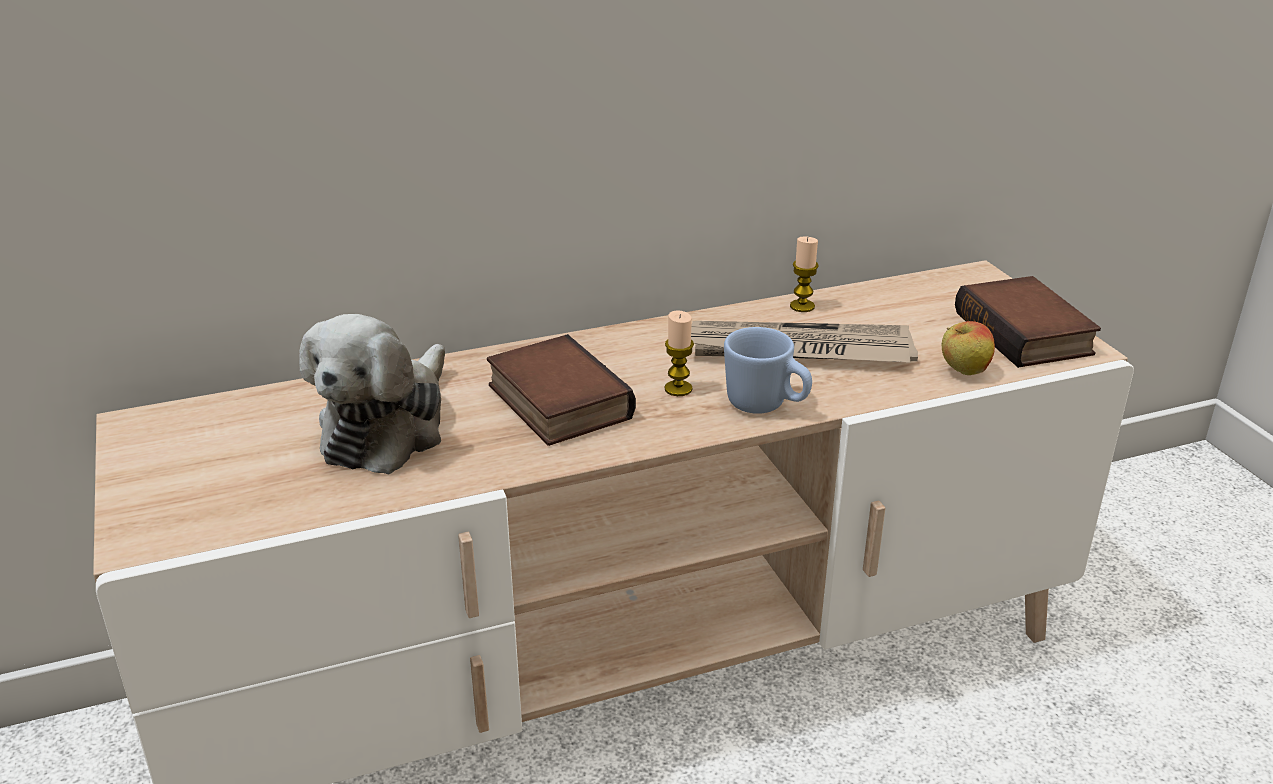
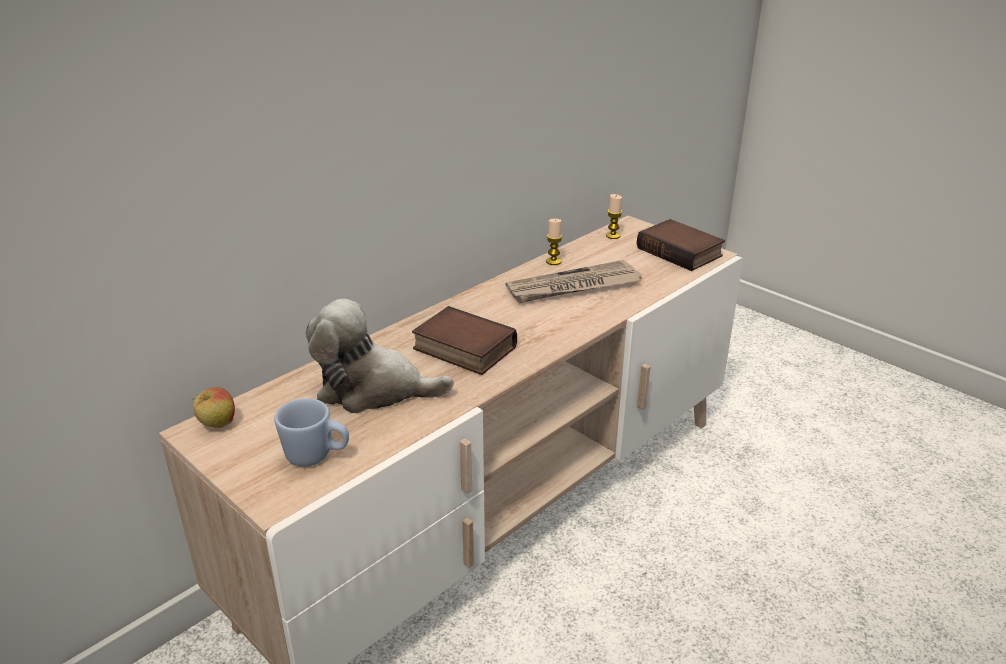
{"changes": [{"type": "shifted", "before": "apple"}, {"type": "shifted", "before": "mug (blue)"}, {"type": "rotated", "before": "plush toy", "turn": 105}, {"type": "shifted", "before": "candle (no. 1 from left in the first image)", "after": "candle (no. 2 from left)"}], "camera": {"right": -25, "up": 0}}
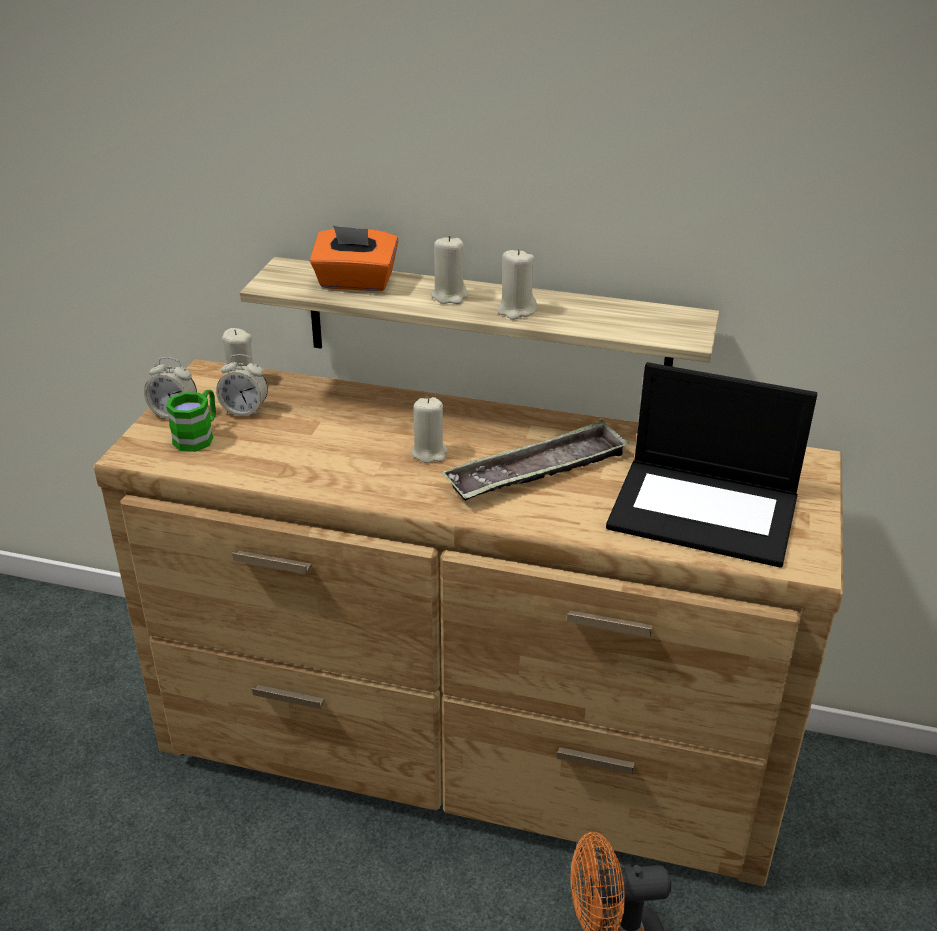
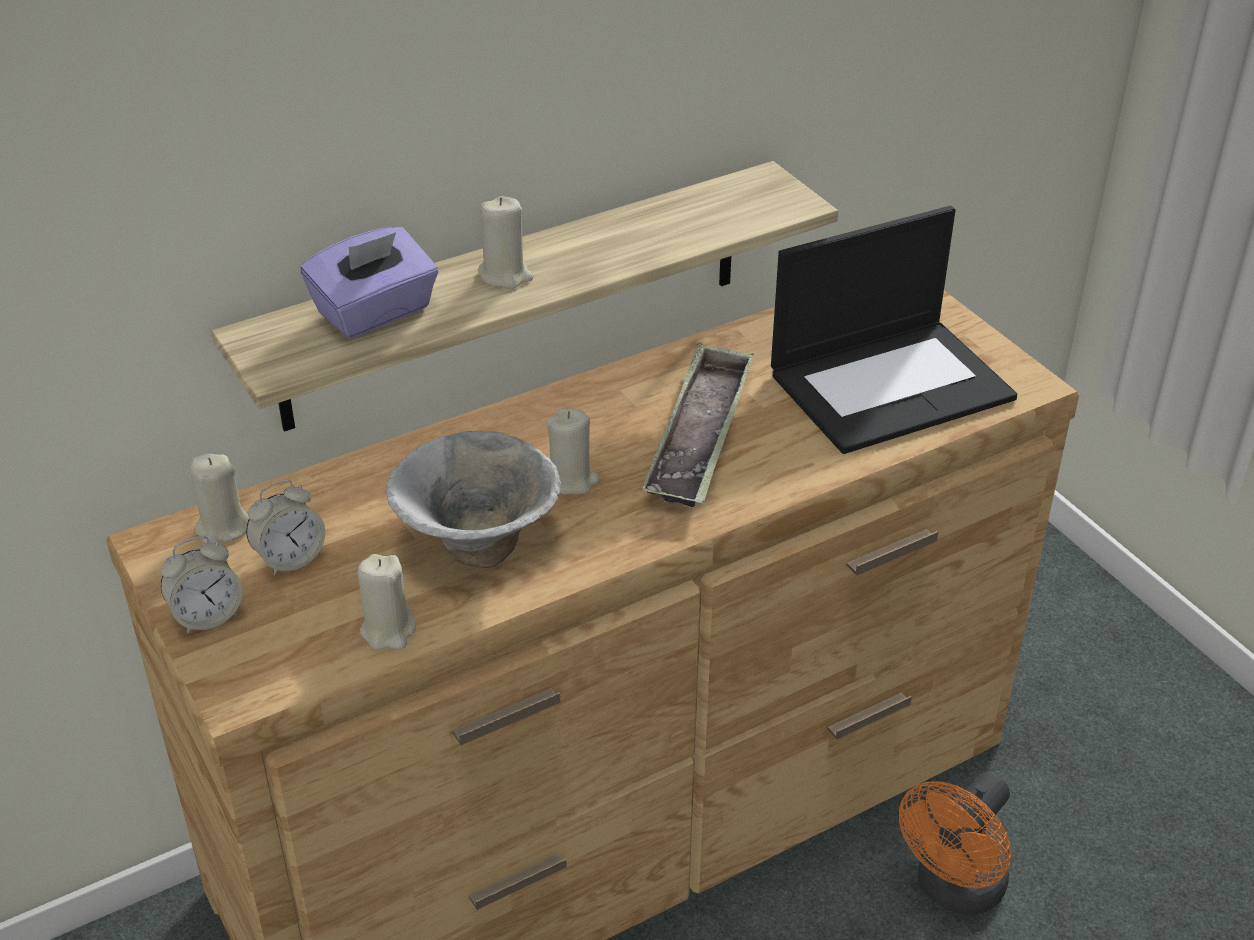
{"changes": [{"type": "repainted", "before": "tissue box (orange)", "after": "tissue box (purple)"}, {"type": "shifted", "before": "candle (beige) (no. 4 from left in the first image)", "after": "candle (beige) (no. 2 from left)"}, {"type": "new", "after": "bowl"}, {"type": "gone", "before": "mug (green)"}], "camera": {"right": -45, "up": 5}}
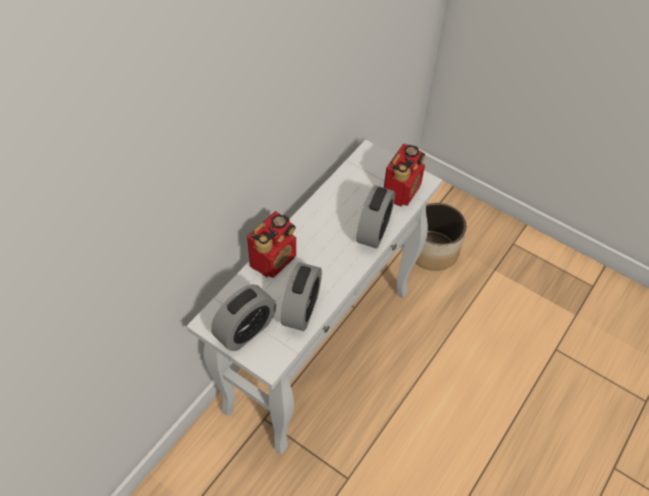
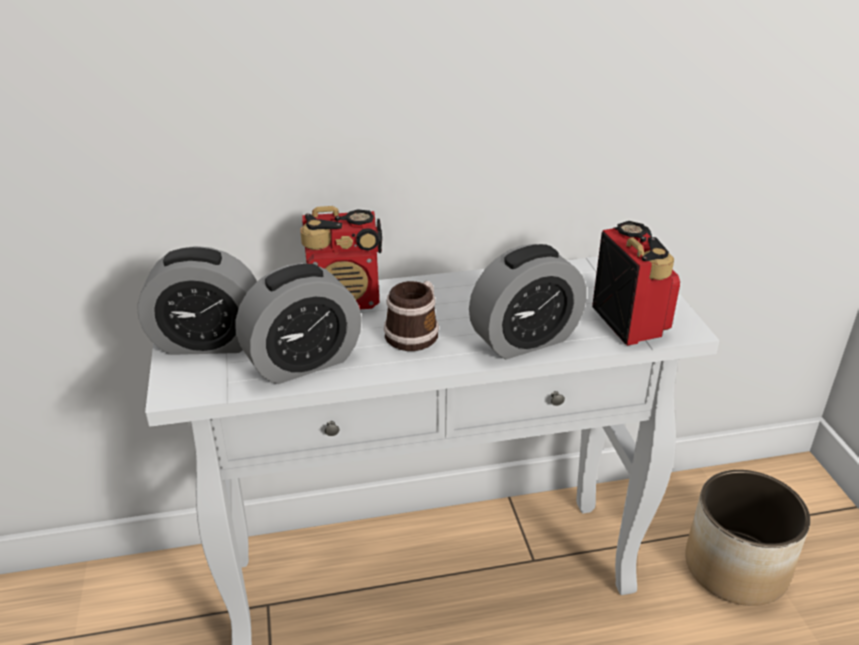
{"changes": [{"type": "new", "after": "mug"}, {"type": "rotated", "before": "radio (no. 2 from left)", "turn": -90}], "camera": {"right": 45, "up": -20}}
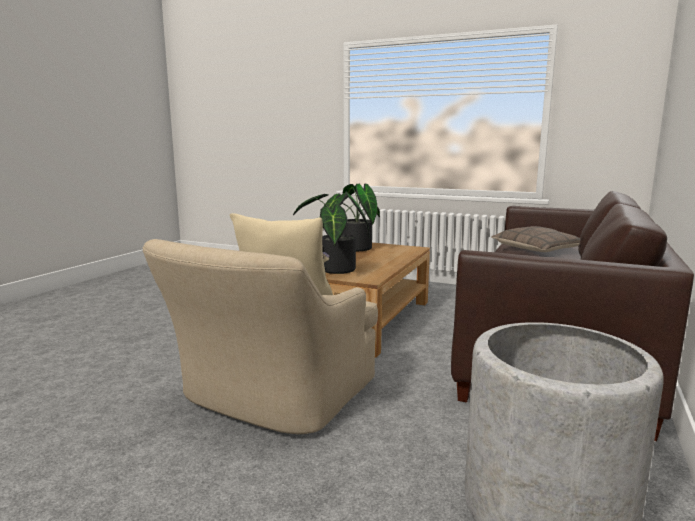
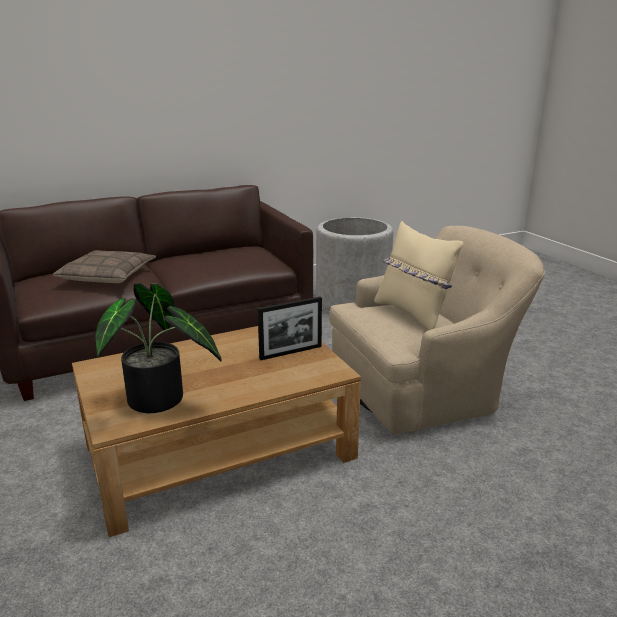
{"changes": [{"type": "swapped", "before": "potted plant (no. 1 from left)", "after": "picture frame"}], "camera": {"right": -140, "up": 10}}
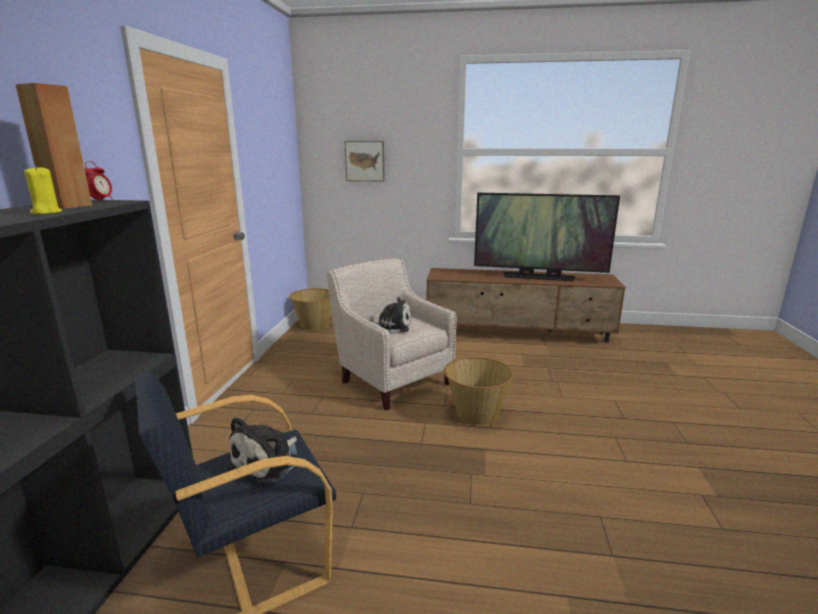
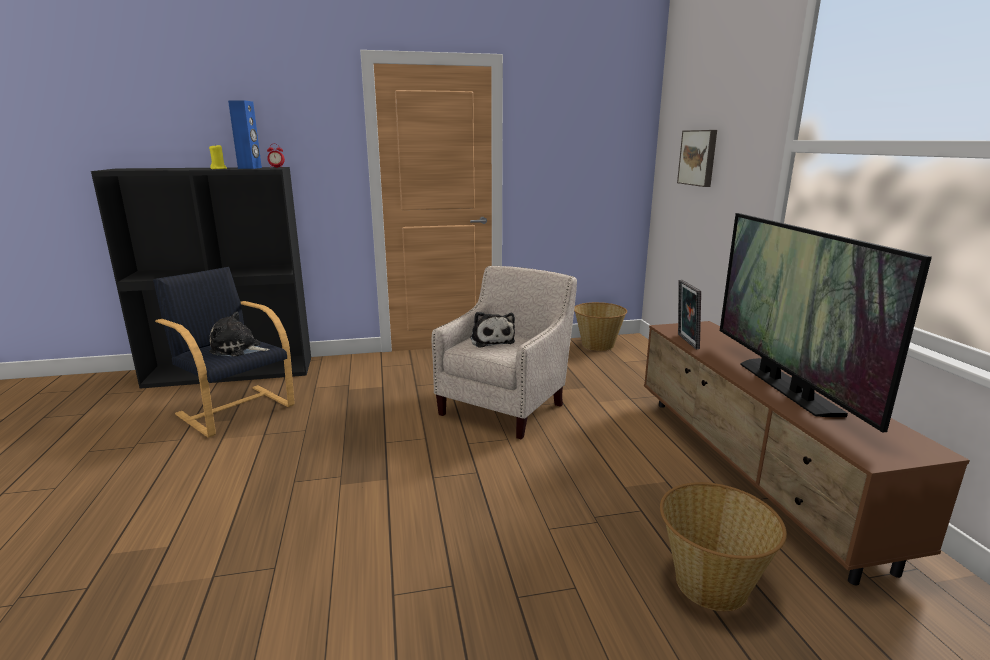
{"changes": [{"type": "repainted", "before": "speaker (brown)", "after": "speaker (blue)"}, {"type": "shifted", "before": "basket (no. 2 from left)"}, {"type": "new", "after": "picture frame"}], "camera": {"right": 70, "up": 0}}
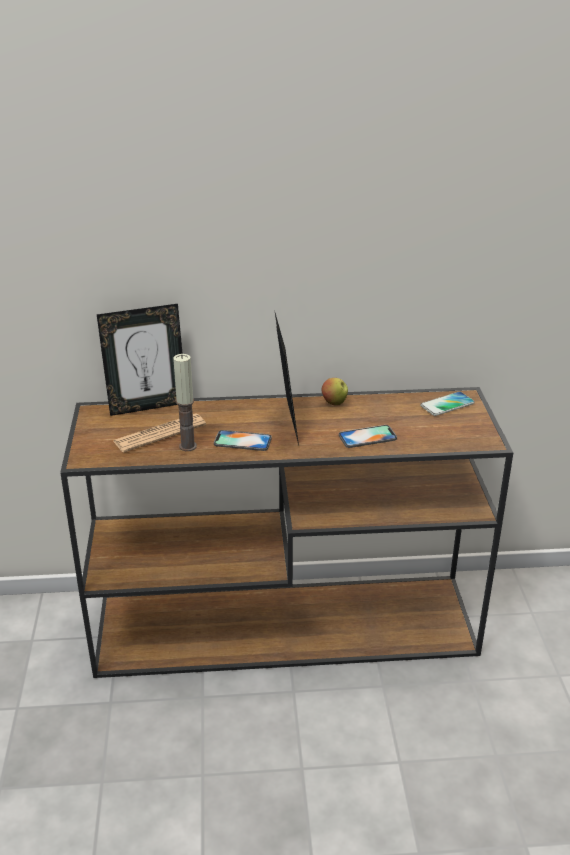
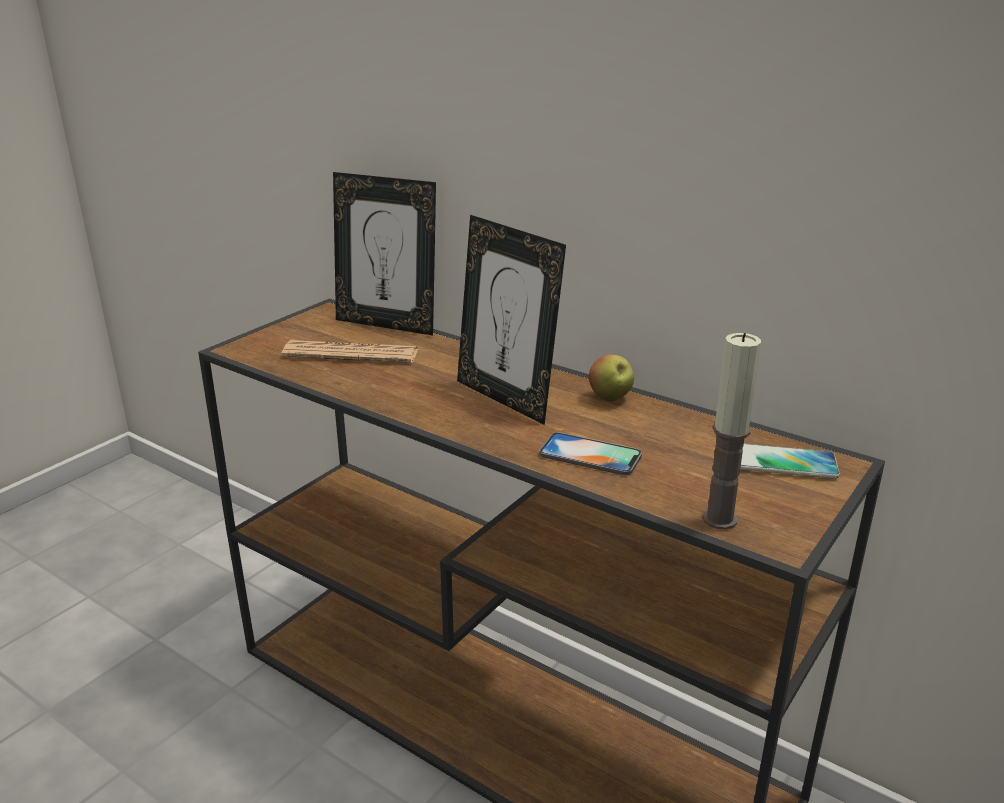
{"changes": [{"type": "rotated", "before": "picture frame (no. 2 from left)", "turn": 105}, {"type": "shifted", "before": "candle"}, {"type": "gone", "before": "phone (no. 1 from left)"}], "camera": {"right": 40, "up": -5}}
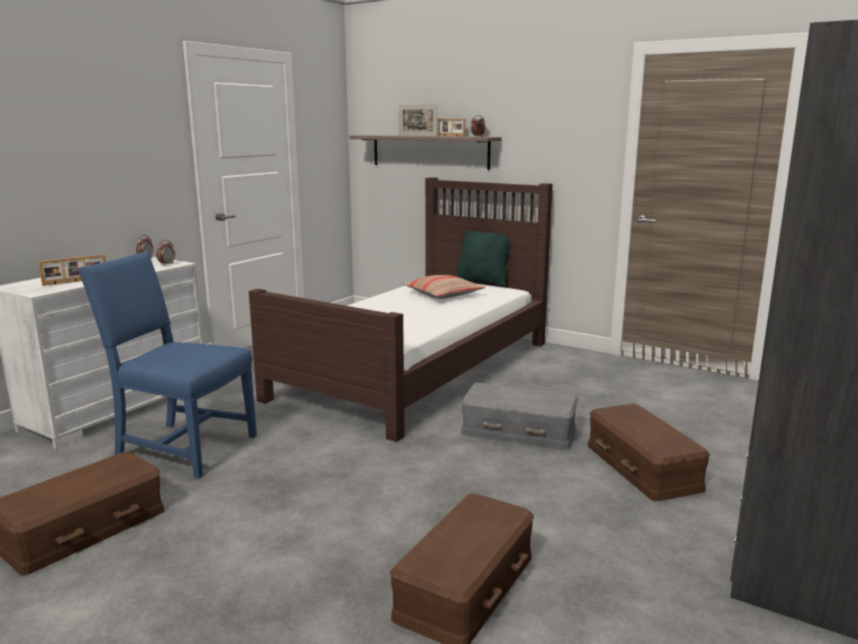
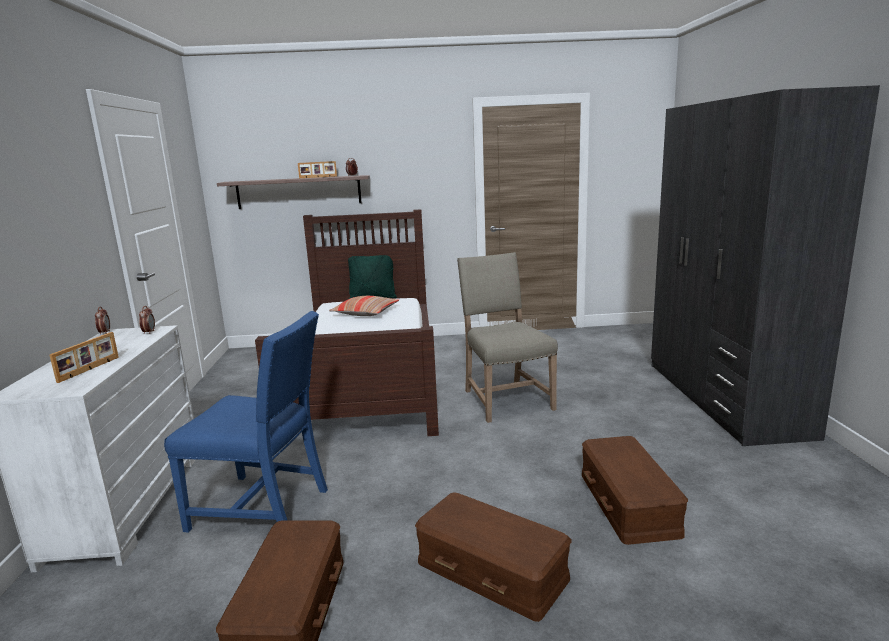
{"changes": [{"type": "rotated", "before": "chair (blue)", "turn": -150}, {"type": "shifted", "before": "storage box (brown) (no. 3 from left in the first image)", "after": "storage box (brown) (no. 2 from left)"}, {"type": "swapped", "before": "storage box (grey)", "after": "chair (beige)"}, {"type": "gone", "before": "picture frame (no. 2 from left)"}], "camera": {"right": -35, "up": 0}}
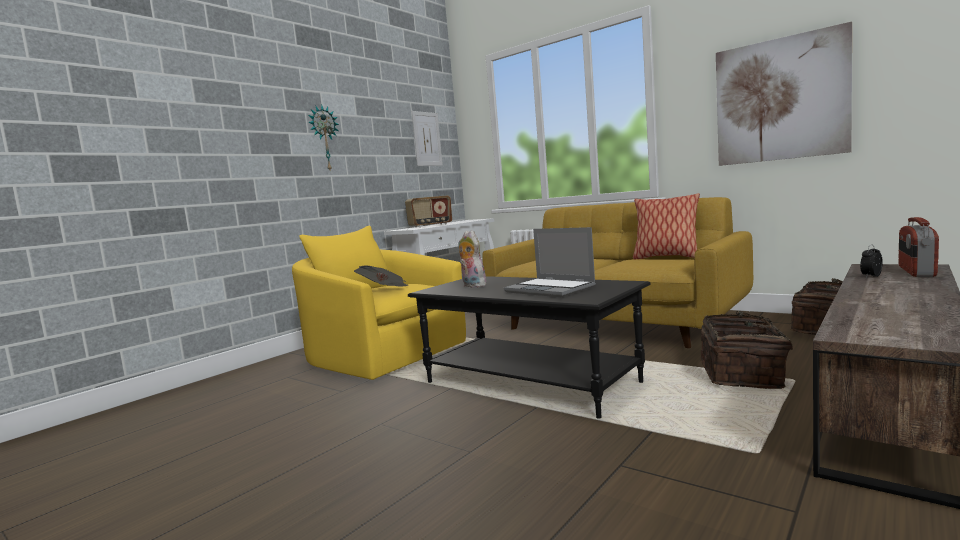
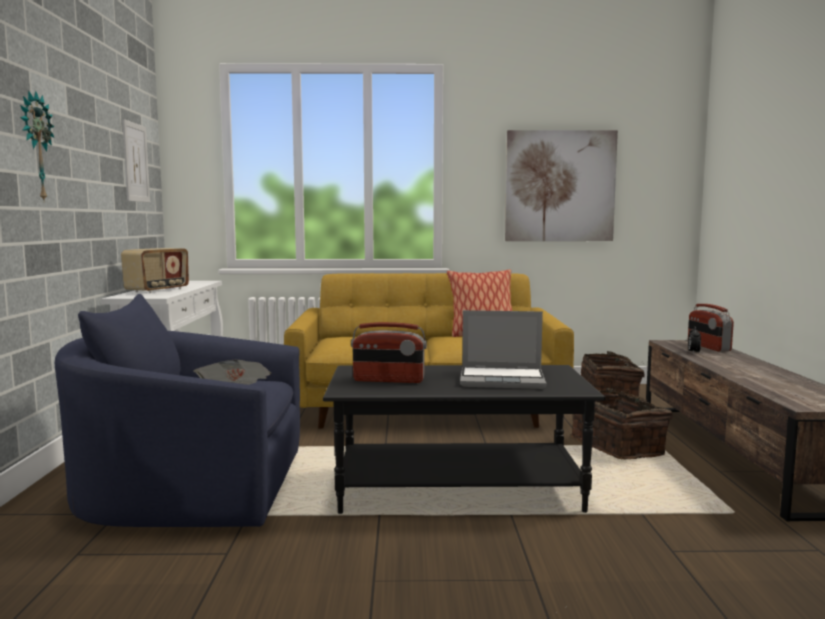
{"changes": [{"type": "repainted", "before": "armchair (yellow)", "after": "armchair (blue)"}, {"type": "swapped", "before": "plush toy", "after": "radio (no. 2 from left)"}], "camera": {"right": -40, "up": 0}}
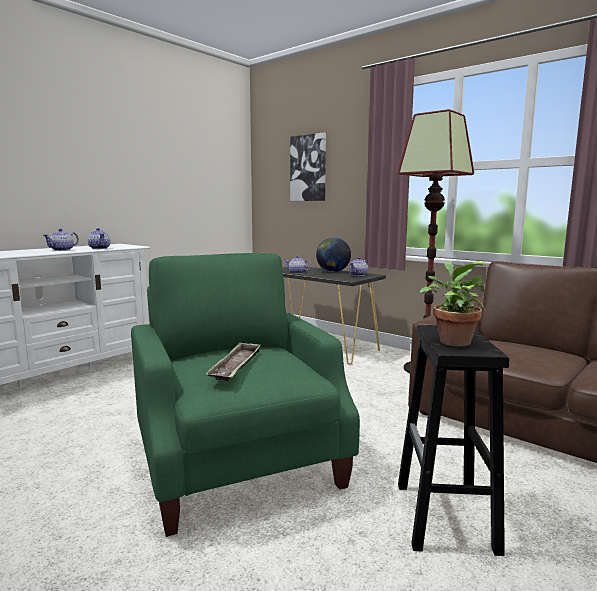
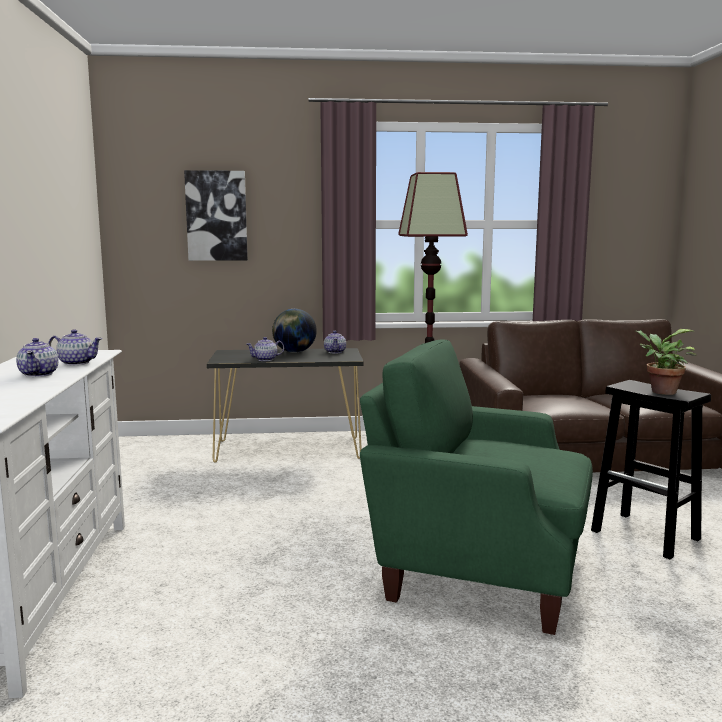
{"changes": [{"type": "gone", "before": "tray"}], "camera": {"right": -45, "up": 0}}
